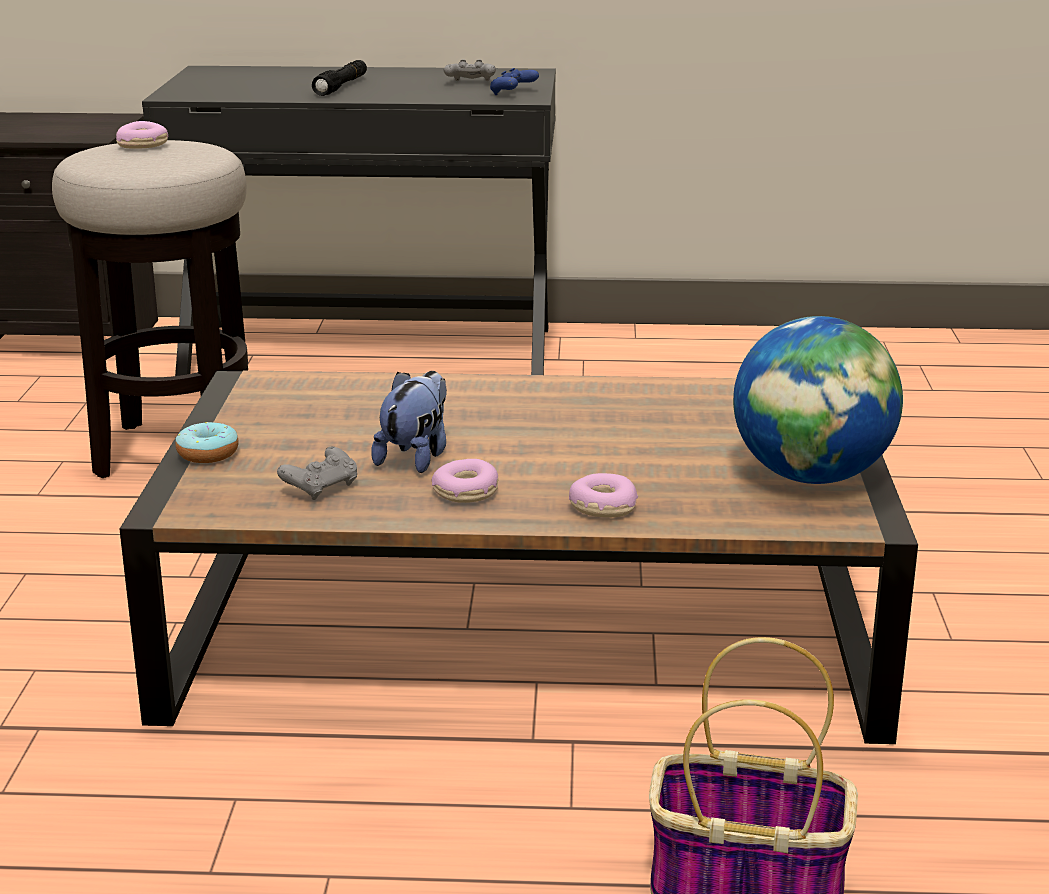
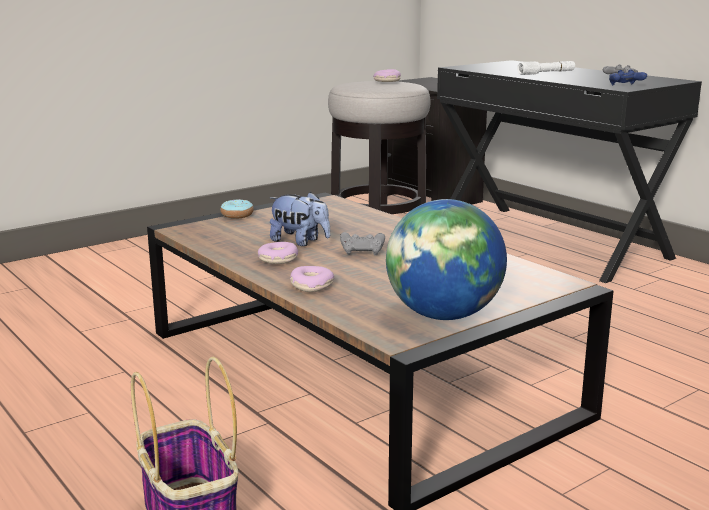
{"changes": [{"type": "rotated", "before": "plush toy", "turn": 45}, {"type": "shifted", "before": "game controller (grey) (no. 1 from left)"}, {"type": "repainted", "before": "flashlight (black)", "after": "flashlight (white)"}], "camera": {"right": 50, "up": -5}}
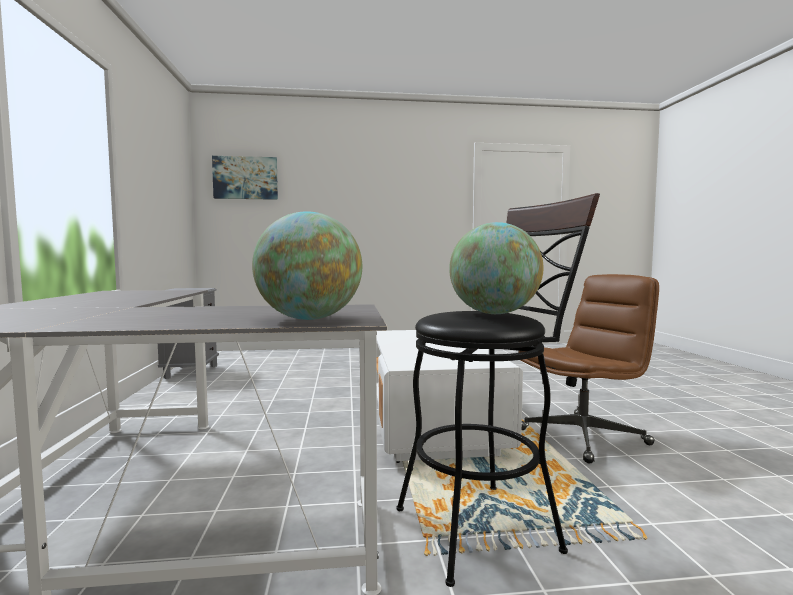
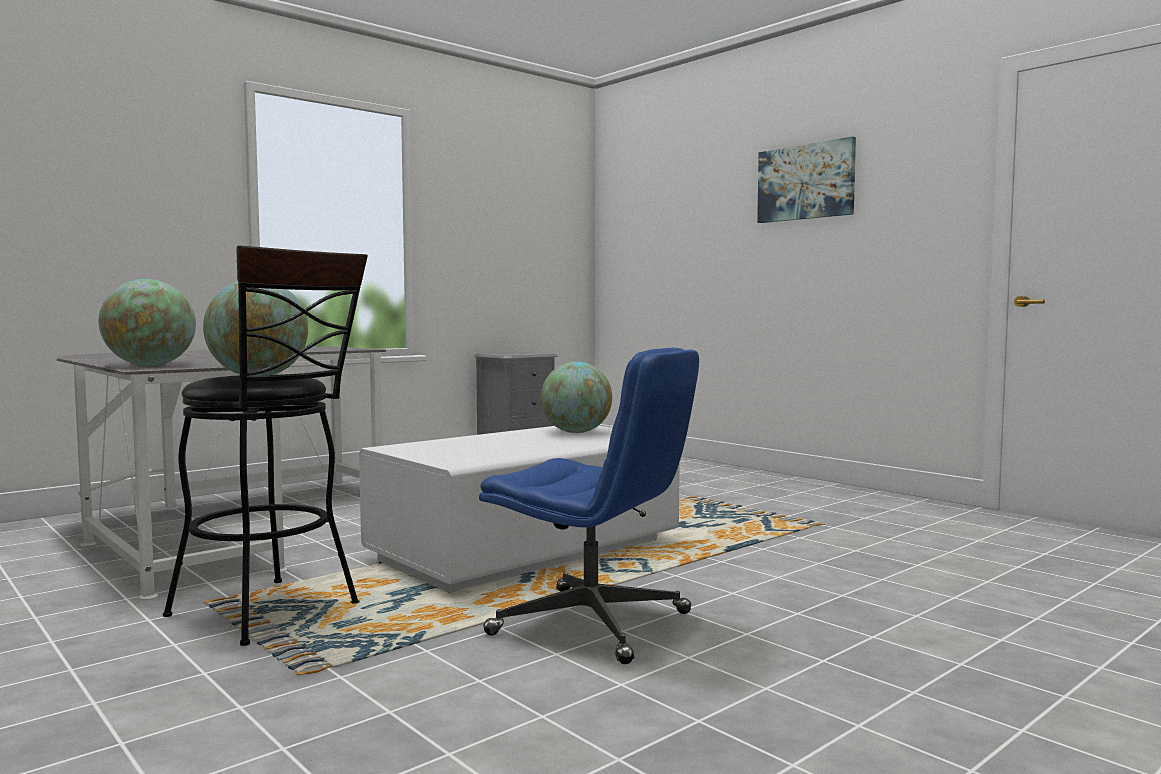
{"changes": [{"type": "repainted", "before": "office chair (brown)", "after": "office chair (blue)"}, {"type": "new", "after": "globe (no. 3 from left)"}, {"type": "shifted", "before": "picture"}], "camera": {"right": 55, "up": 0}}
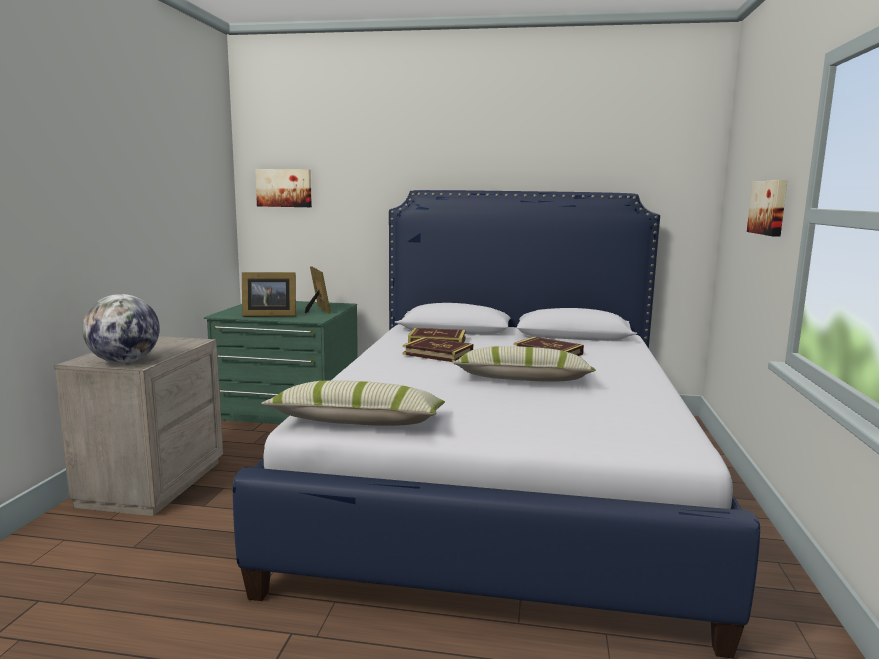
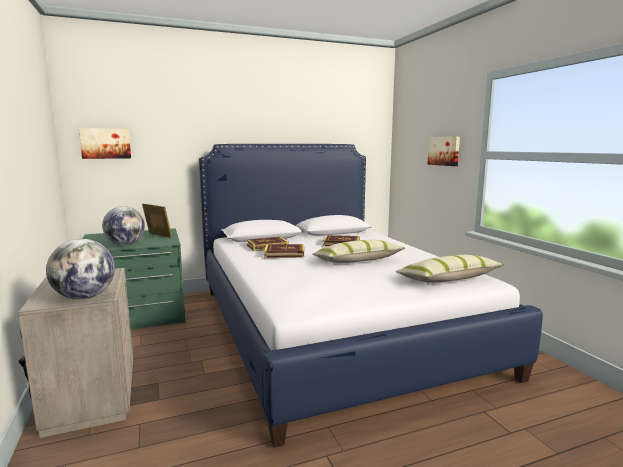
{"changes": [{"type": "swapped", "before": "picture frame (no. 1 from left)", "after": "globe (no. 2 from left)"}, {"type": "shifted", "before": "pillow (no. 1 from left in the first image)", "after": "pillow (no. 2 from left)"}], "camera": {"right": -30, "up": 0}}
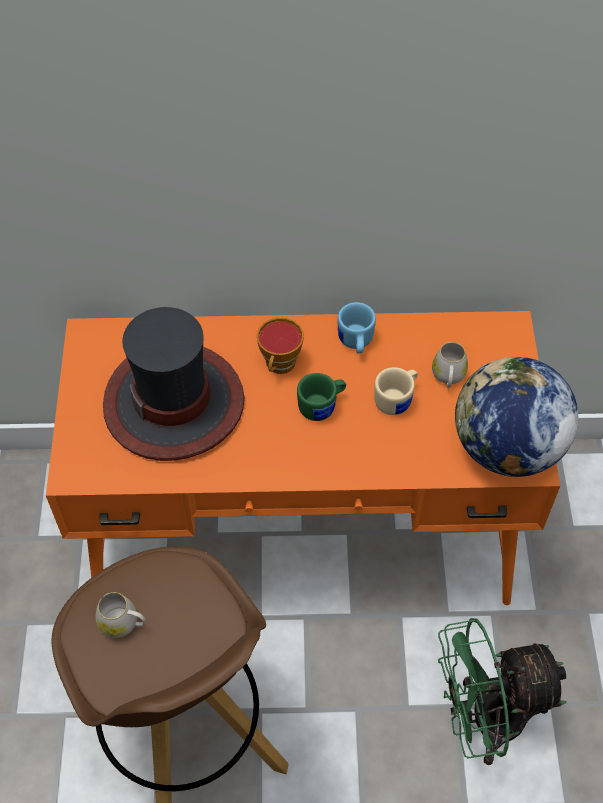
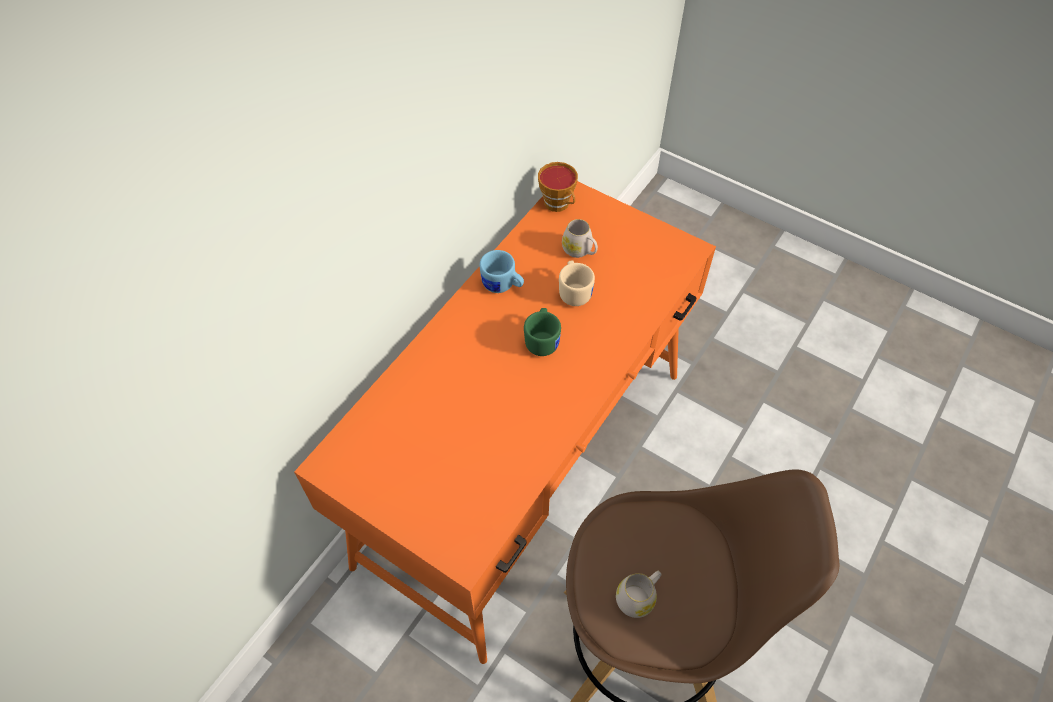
{"changes": [{"type": "shifted", "before": "cup"}, {"type": "gone", "before": "hat"}, {"type": "gone", "before": "fan (green)"}, {"type": "gone", "before": "globe"}], "camera": {"right": -55, "up": 0}}
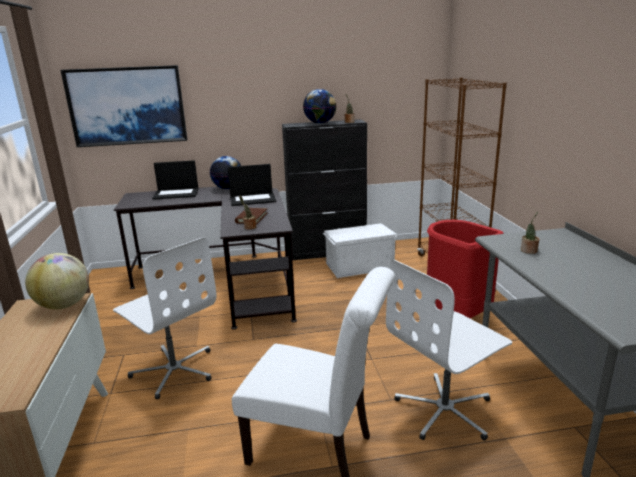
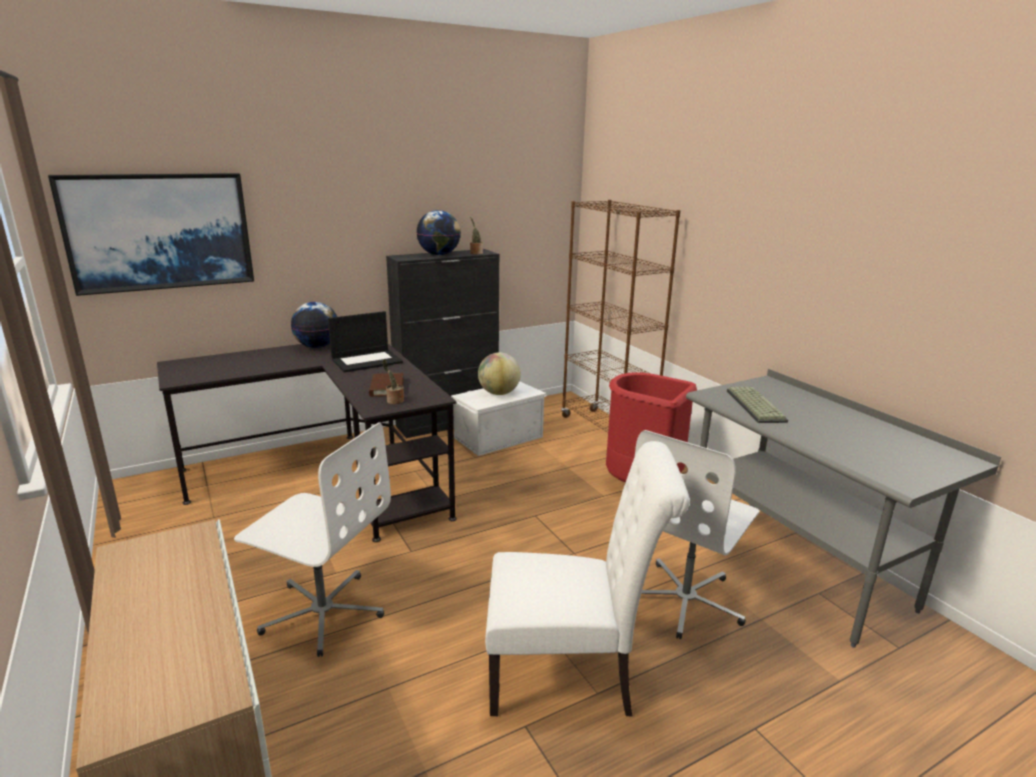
{"changes": [{"type": "shifted", "before": "globe (no. 1 from left in the first image)", "after": "globe (no. 3 from left)"}, {"type": "swapped", "before": "potted plant (no. 3 from left)", "after": "keyboard"}, {"type": "gone", "before": "laptop (no. 1 from left)"}], "camera": {"right": -20, "up": 0}}
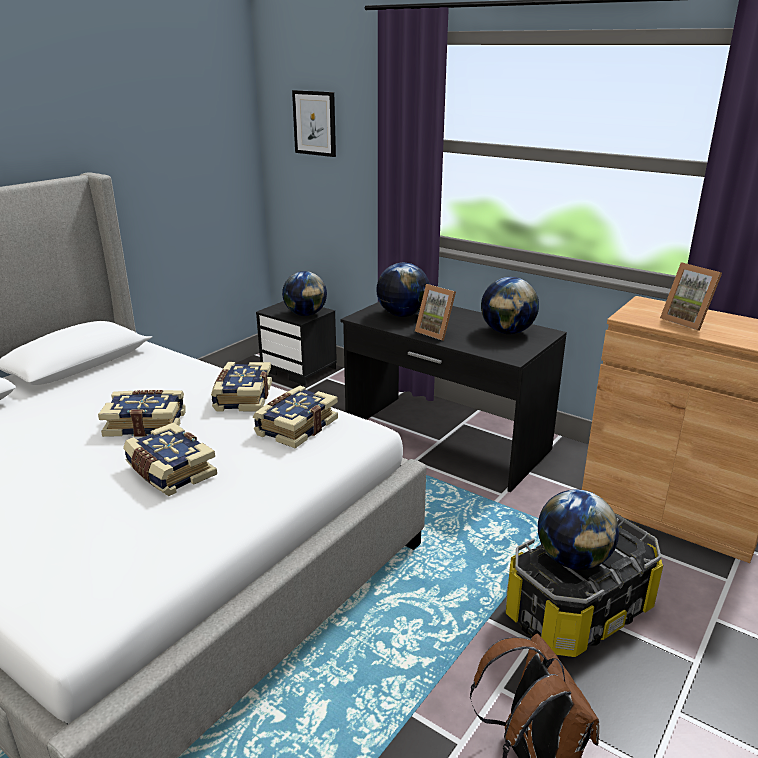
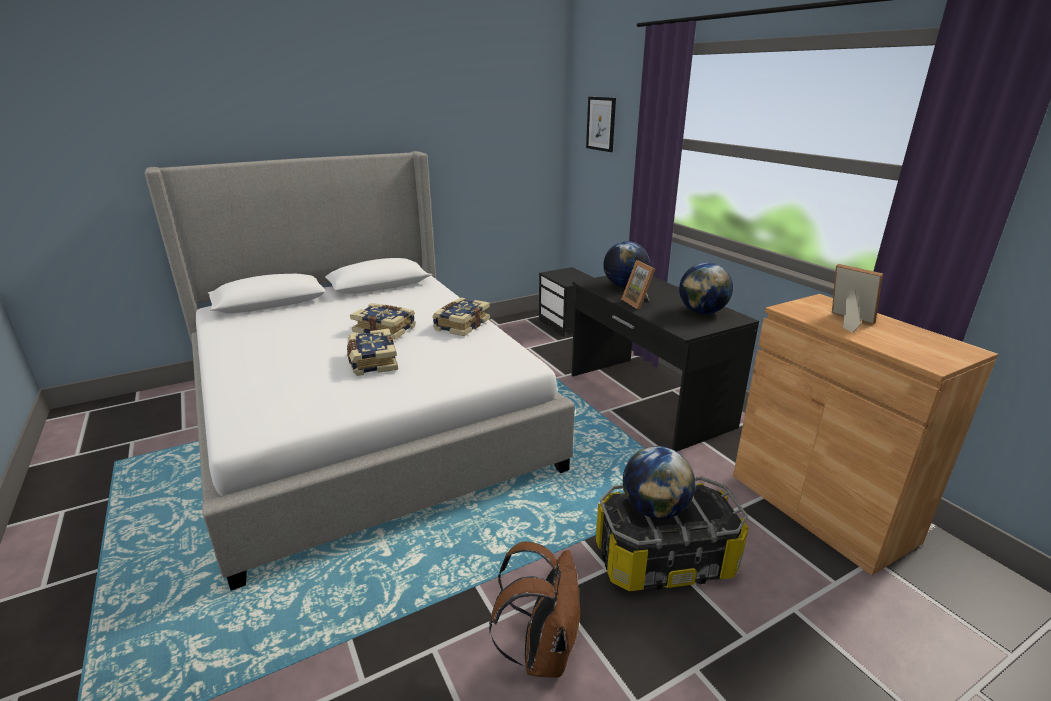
{"changes": [{"type": "rotated", "before": "picture frame (no. 2 from left)", "turn": 150}, {"type": "gone", "before": "book (no. 4 from left)"}, {"type": "gone", "before": "globe (no. 1 from left)"}], "camera": {"right": 25, "up": 0}}
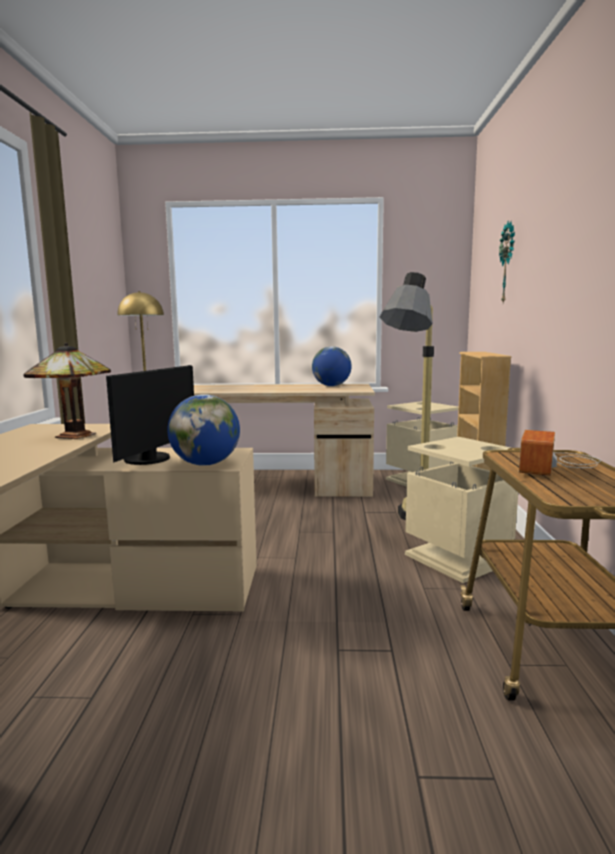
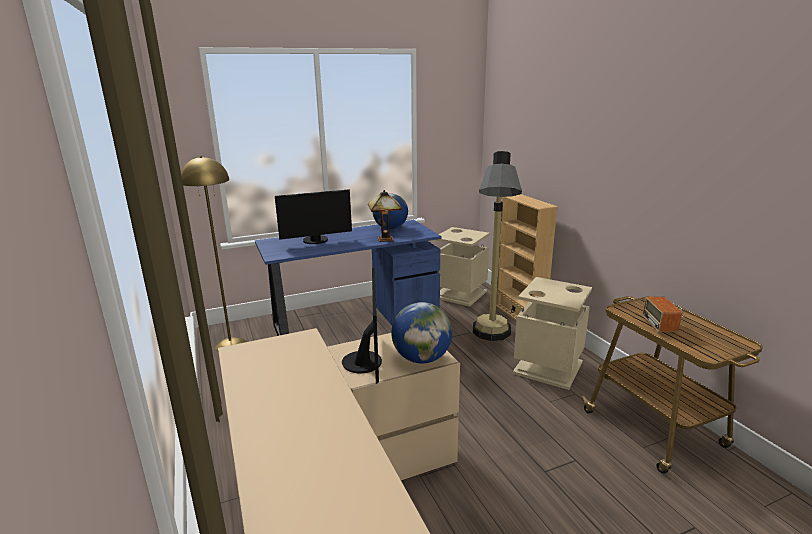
{"changes": [{"type": "repainted", "before": "desk (beige) (no. 2 from left)", "after": "desk (blue)"}, {"type": "new", "after": "monitor (no. 1 from left)"}, {"type": "shifted", "before": "table lamp"}, {"type": "gone", "before": "wall clock"}], "camera": {"right": -25, "up": 10}}
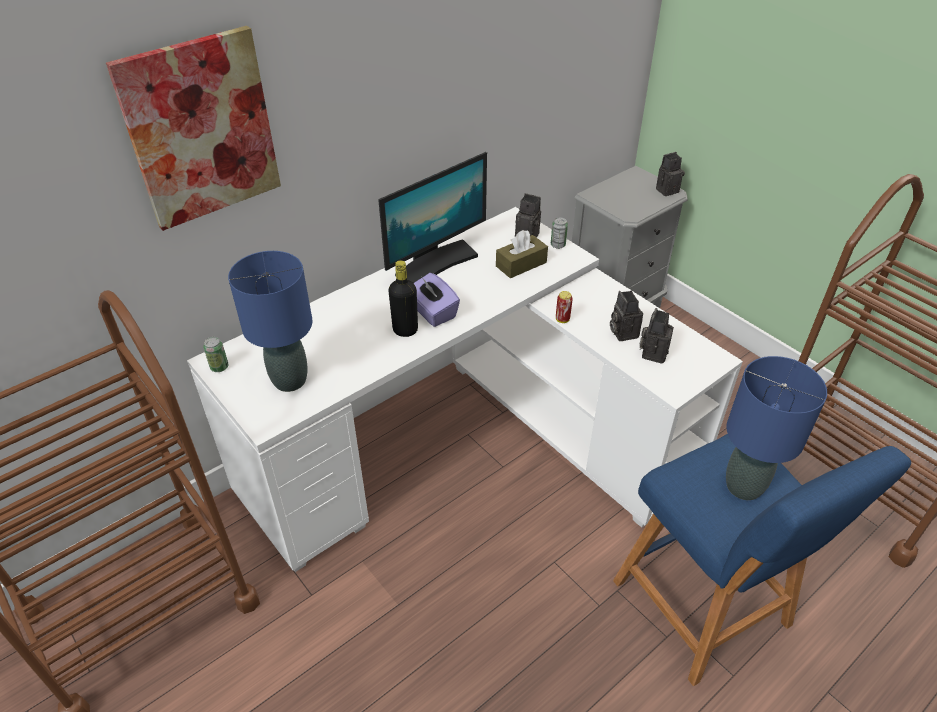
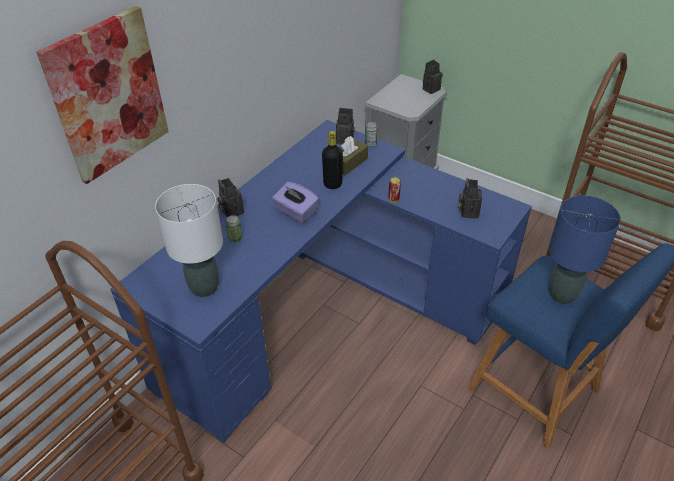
{"changes": [{"type": "repainted", "before": "desk (white)", "after": "desk (blue)"}, {"type": "repainted", "before": "table lamp (blue) (no. 1 from left)", "after": "table lamp (white)"}, {"type": "shifted", "before": "photo camera (no. 2 from left in the first image)", "after": "photo camera (no. 1 from left)"}, {"type": "shifted", "before": "can (no. 1 from left)"}, {"type": "shifted", "before": "bottle (black)"}, {"type": "gone", "before": "monitor"}], "camera": {"right": -15, "up": 0}}
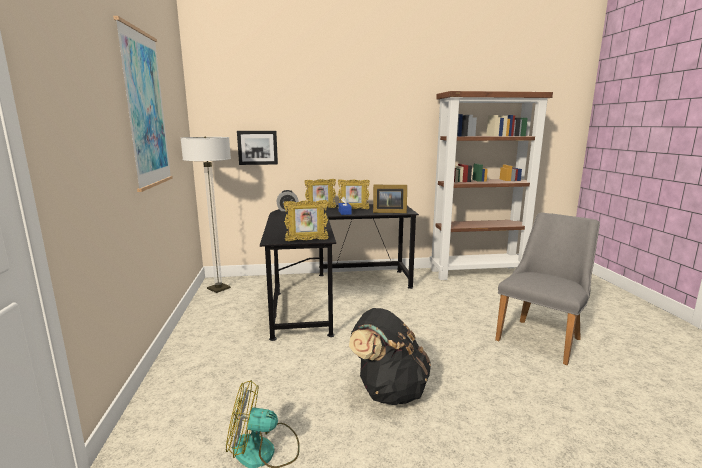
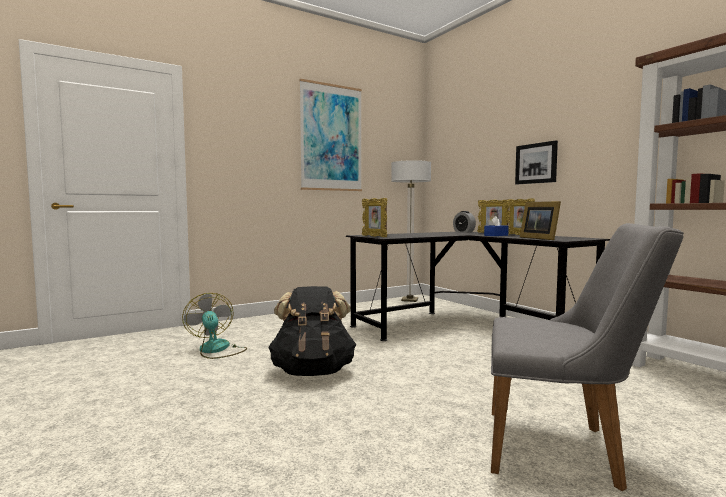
{"changes": [{"type": "shifted", "before": "picture (no. 2 from left)"}], "camera": {"right": 65, "up": -10}}
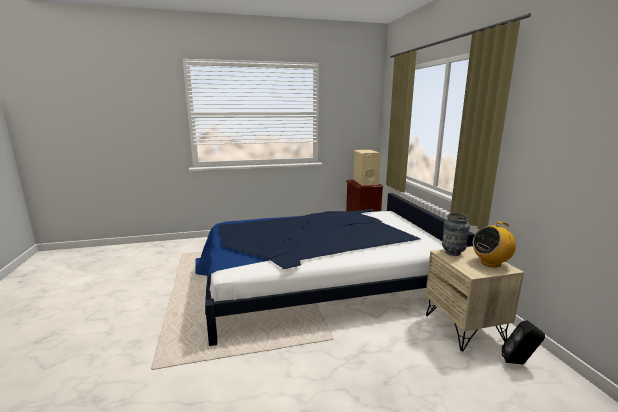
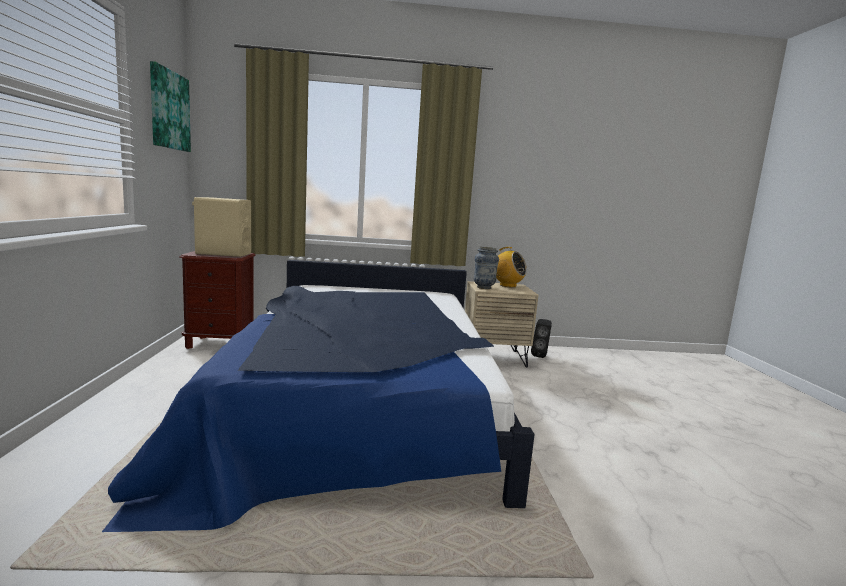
{"changes": [{"type": "new", "after": "picture"}, {"type": "rotated", "before": "radio", "turn": -45}], "camera": {"right": -80, "up": -5}}
